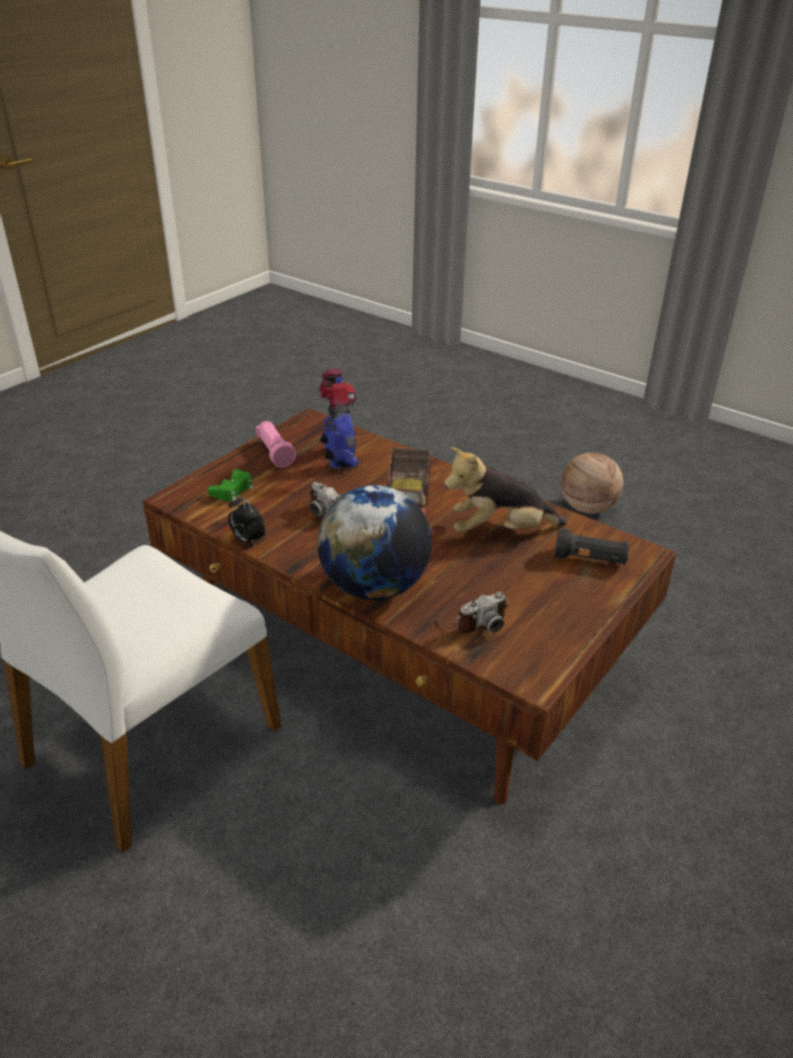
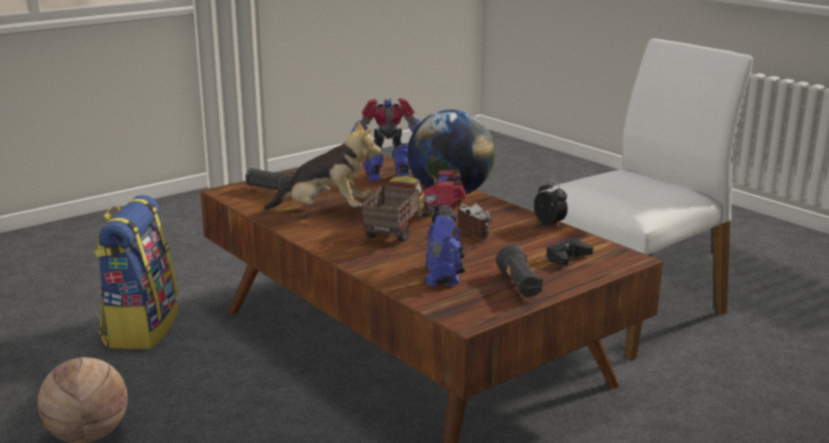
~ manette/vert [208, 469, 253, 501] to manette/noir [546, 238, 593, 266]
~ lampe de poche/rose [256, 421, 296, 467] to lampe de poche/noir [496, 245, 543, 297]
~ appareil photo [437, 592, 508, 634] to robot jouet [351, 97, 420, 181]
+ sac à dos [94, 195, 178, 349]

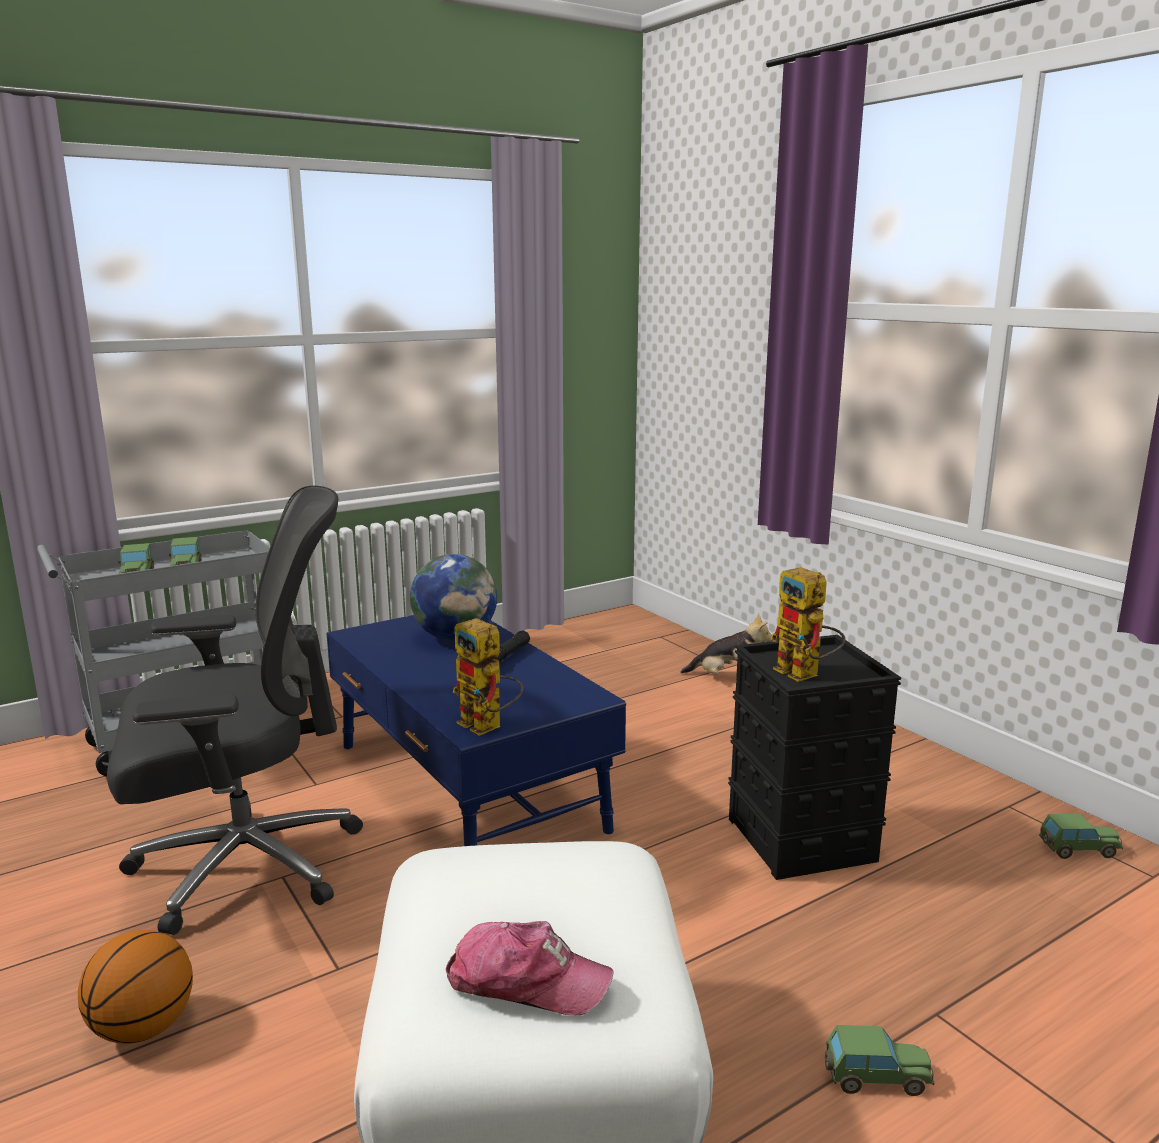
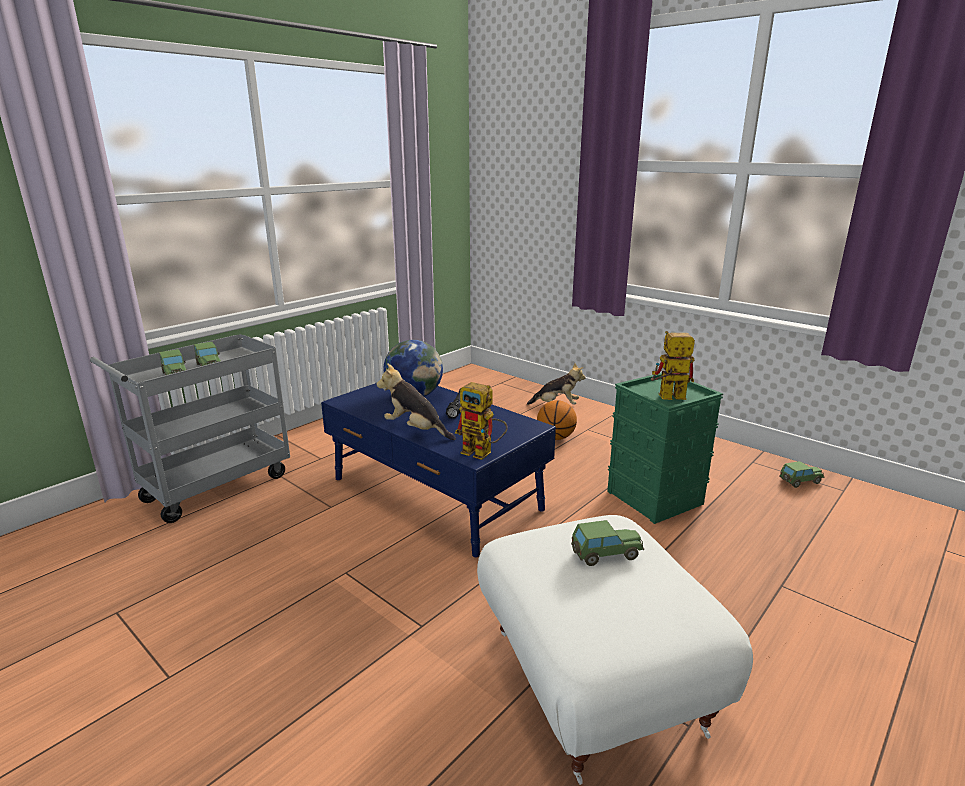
~ ballon de basket [78, 930, 193, 1044] to [537, 400, 577, 440]
- chaise de bureau [107, 485, 363, 935]
- casquette [446, 921, 614, 1015]
~ boîte de rangement/noir [728, 635, 901, 880] to boîte de rangement/vert [607, 373, 723, 524]
~ robot jouet [770, 567, 846, 682] = [651, 331, 695, 400] 135 degrees clockwise
~ petite voiture [825, 1025, 934, 1096] to [571, 520, 644, 566]
+ peluche [376, 363, 456, 440]

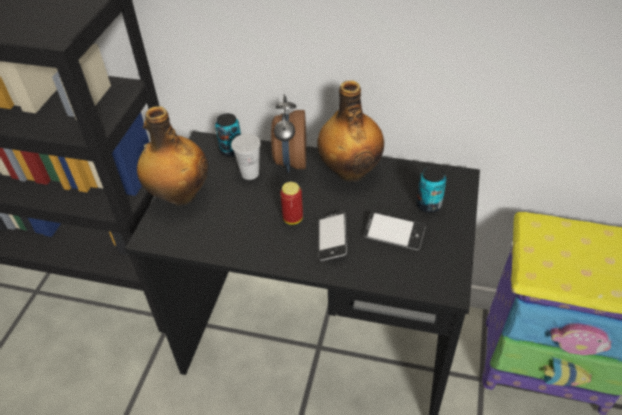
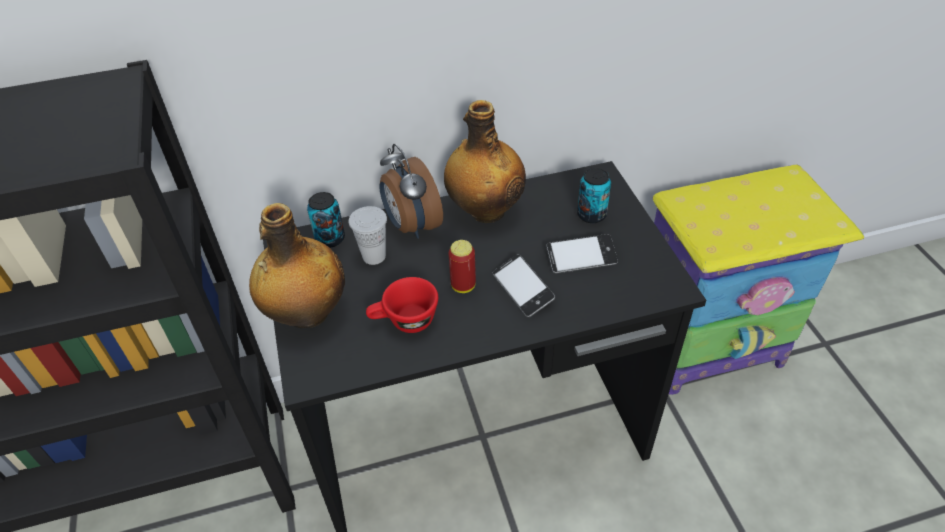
+ tasse/rouge [366, 277, 438, 333]

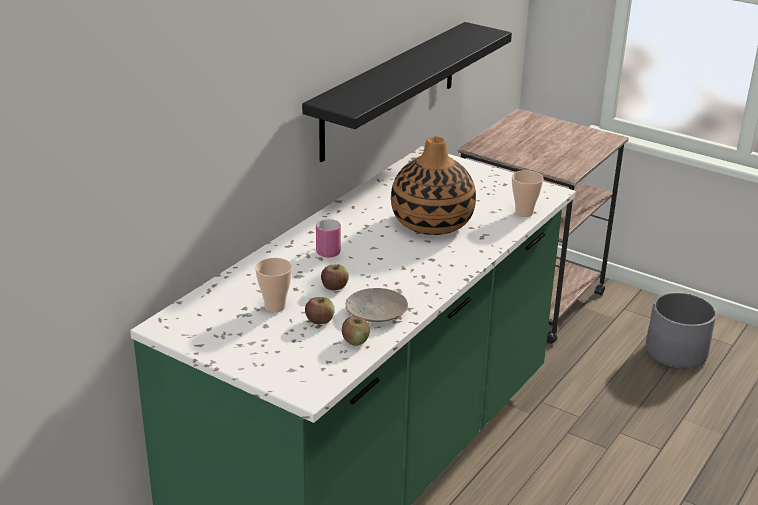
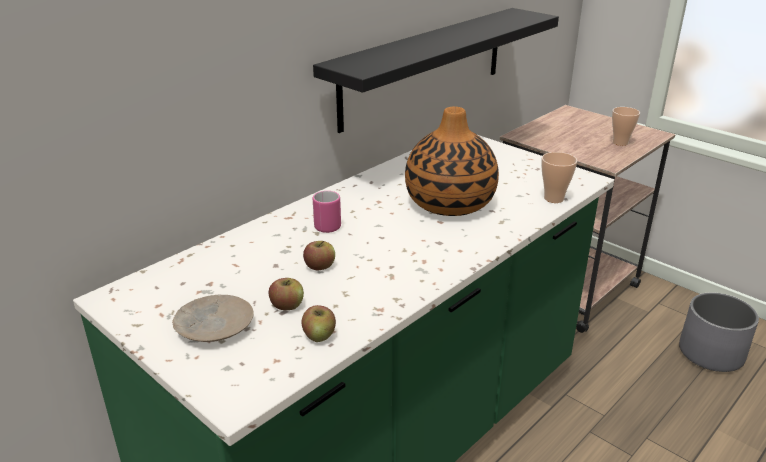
~ tasse [255, 258, 292, 312] to [612, 107, 640, 146]
~ assiette/beige [346, 288, 408, 322] to [172, 295, 254, 342]

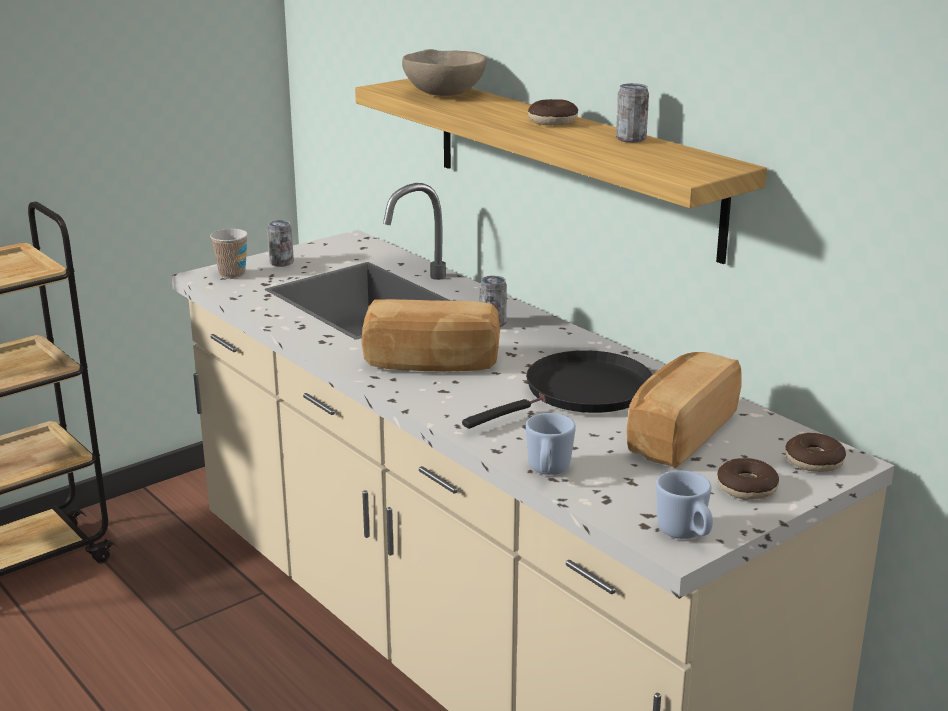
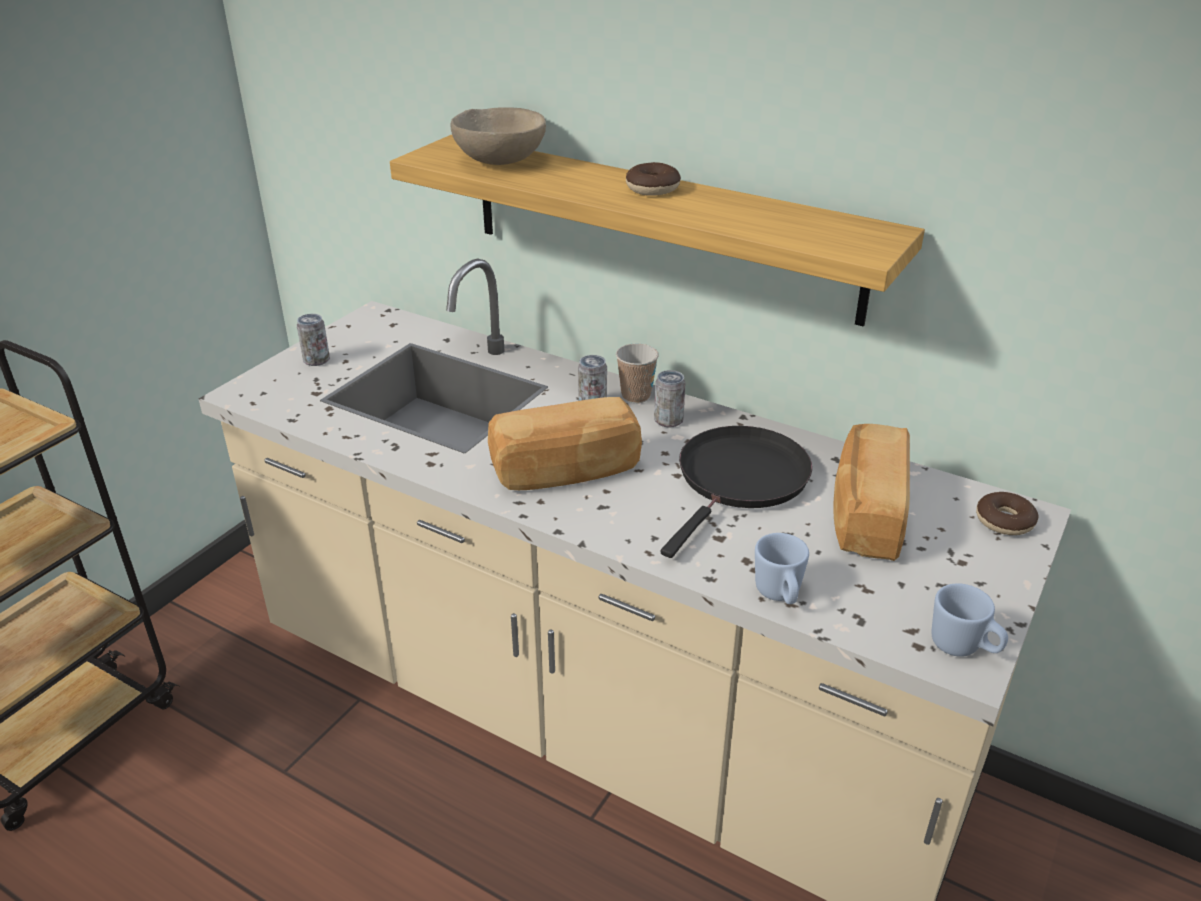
~ tasse [210, 229, 248, 279] to [616, 344, 659, 403]
~ boîte métallique [616, 83, 649, 143] to [654, 370, 685, 428]
- beignet [717, 458, 779, 500]

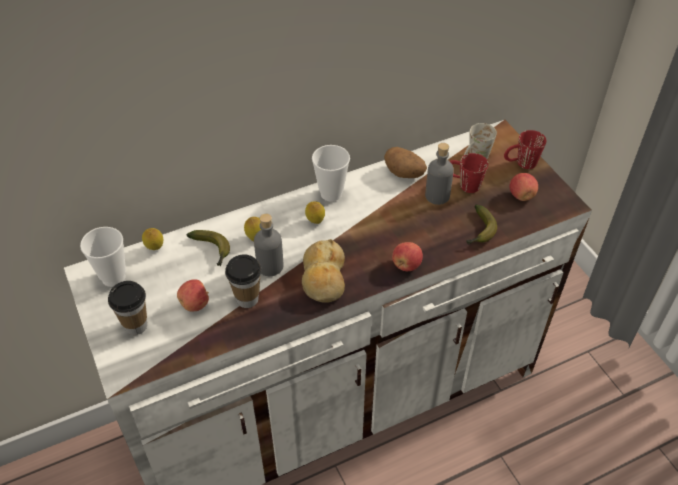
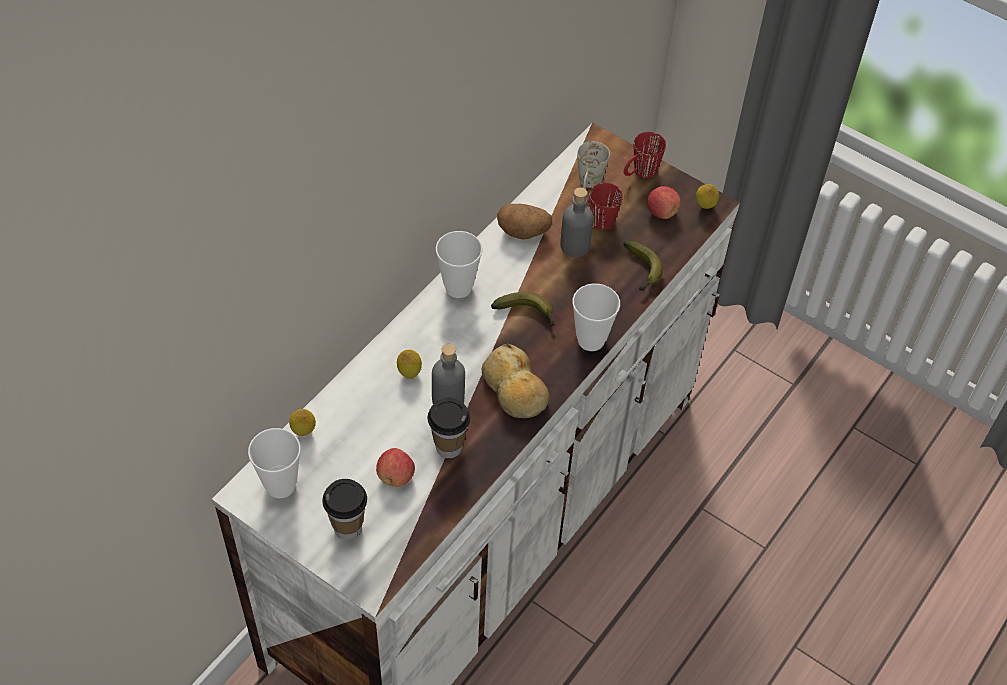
~ banane [187, 230, 230, 267] to [491, 292, 555, 326]
~ citron [305, 201, 325, 224] to [696, 184, 719, 209]
~ pomme [392, 242, 423, 271] to tasse [572, 283, 620, 351]

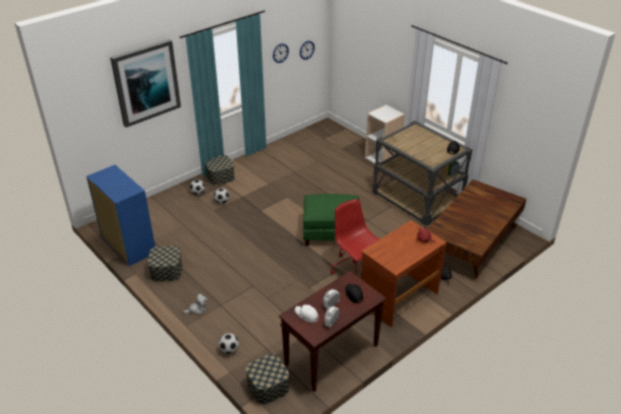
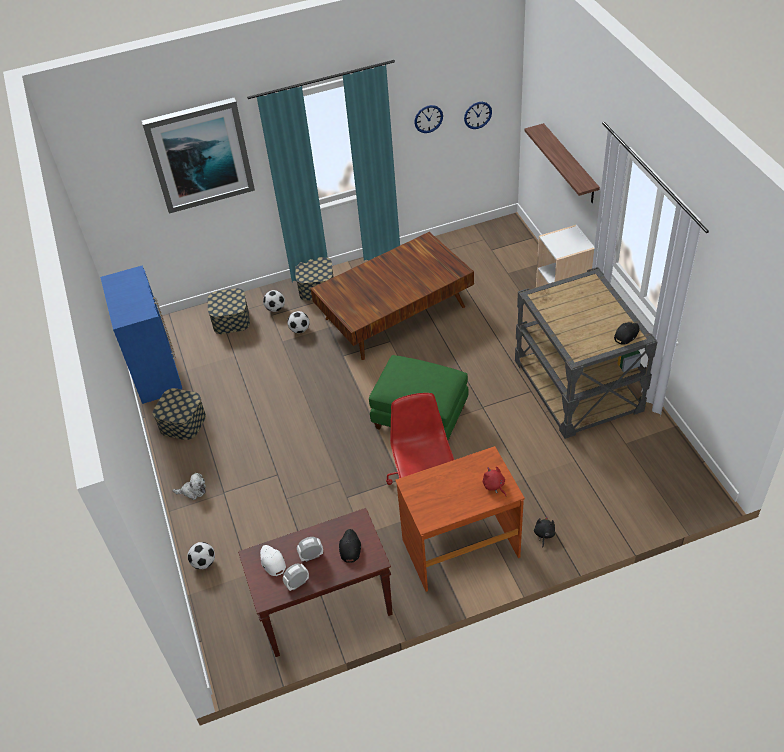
~ boîte de rangement [246, 354, 289, 404] to [208, 288, 250, 334]
~ table basse/marron [427, 179, 526, 279] to [310, 232, 474, 360]
+ étagère [525, 123, 600, 203]

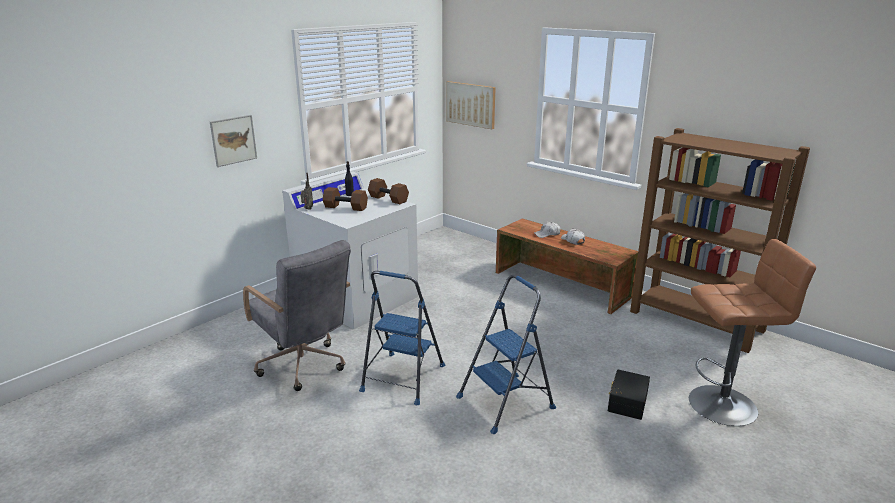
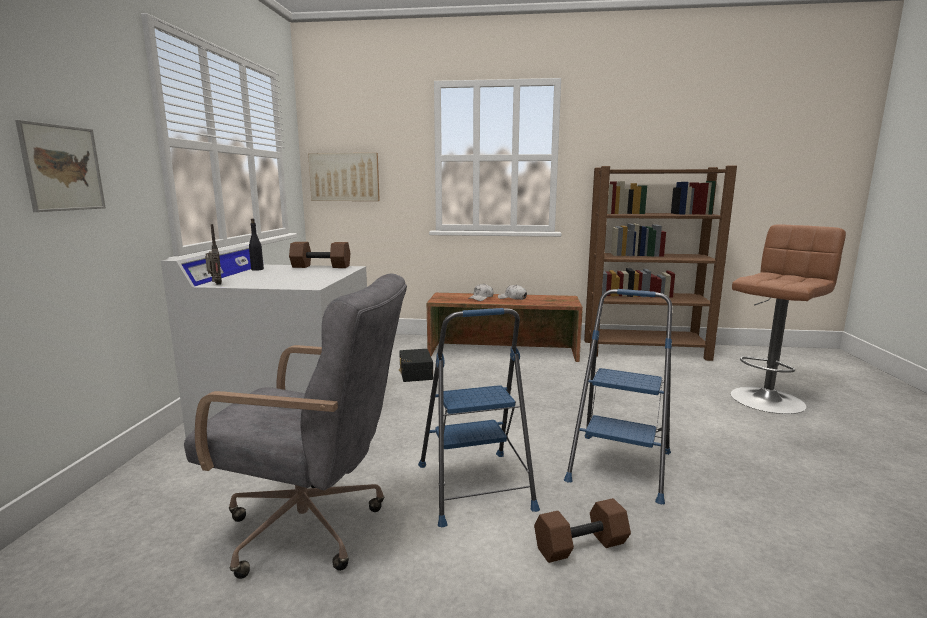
~ haltère/marron [323, 187, 368, 211] to [534, 498, 631, 563]
~ boîte de rangement/noir [608, 370, 650, 420] to [399, 349, 433, 382]

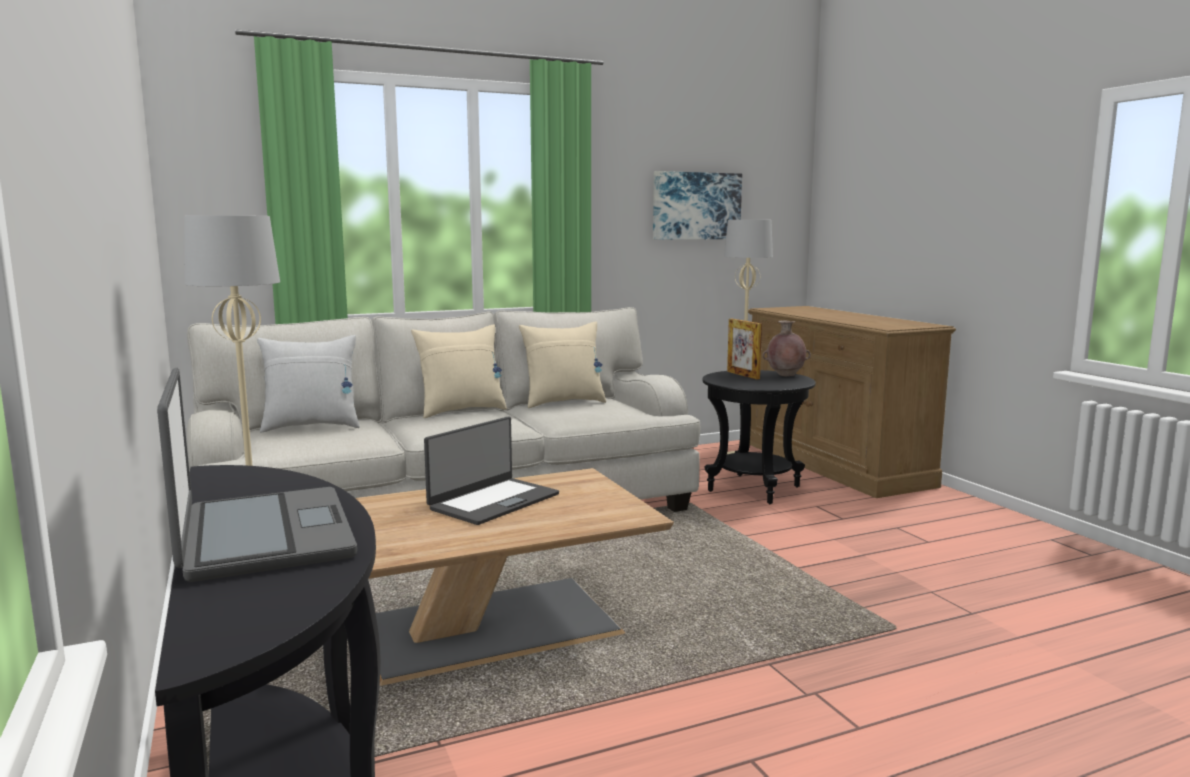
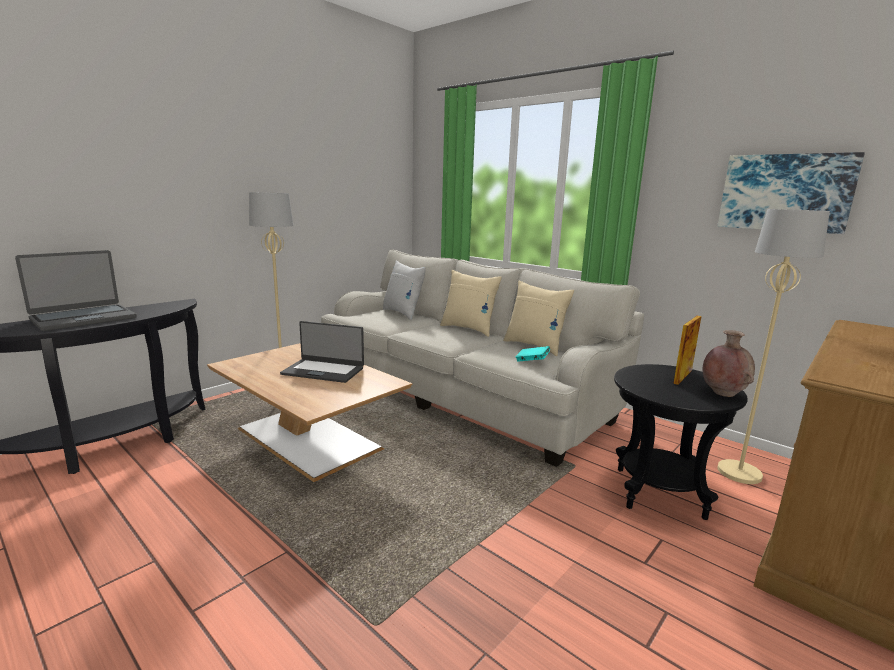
+ livre/turquoise [516, 346, 550, 362]

